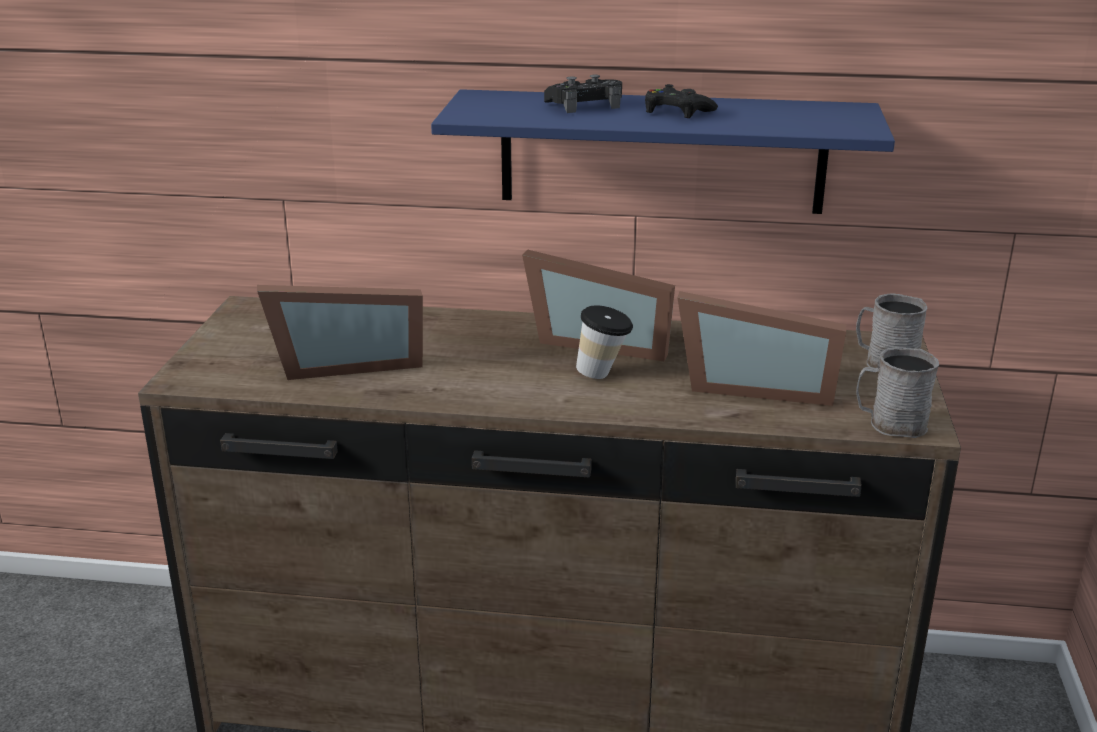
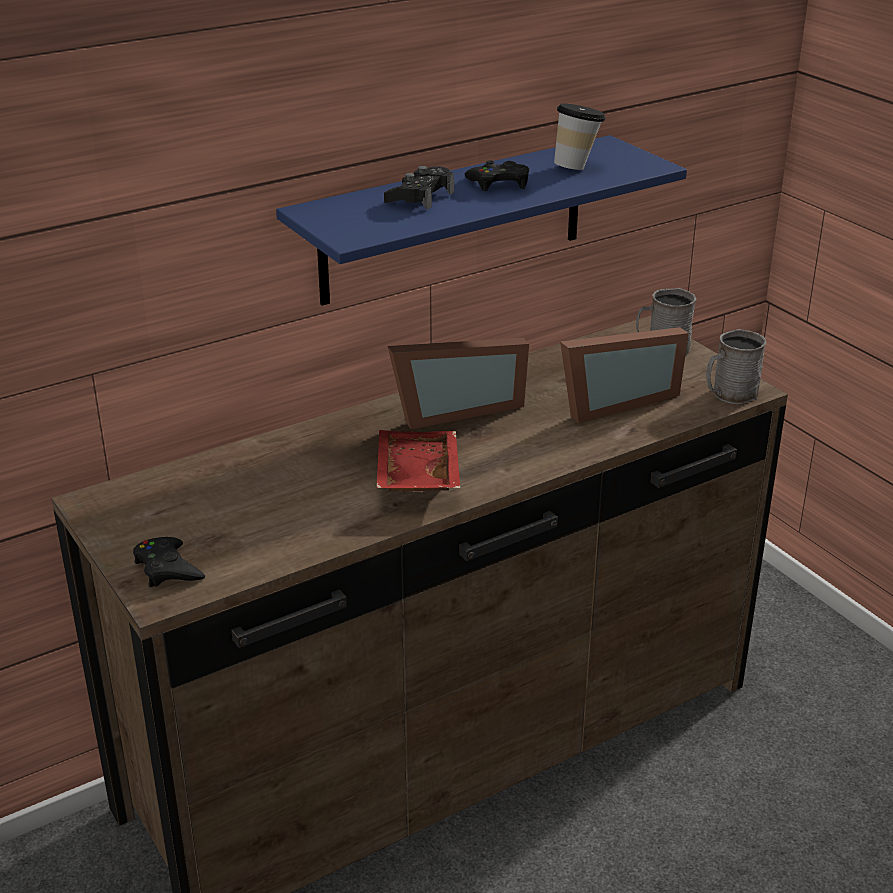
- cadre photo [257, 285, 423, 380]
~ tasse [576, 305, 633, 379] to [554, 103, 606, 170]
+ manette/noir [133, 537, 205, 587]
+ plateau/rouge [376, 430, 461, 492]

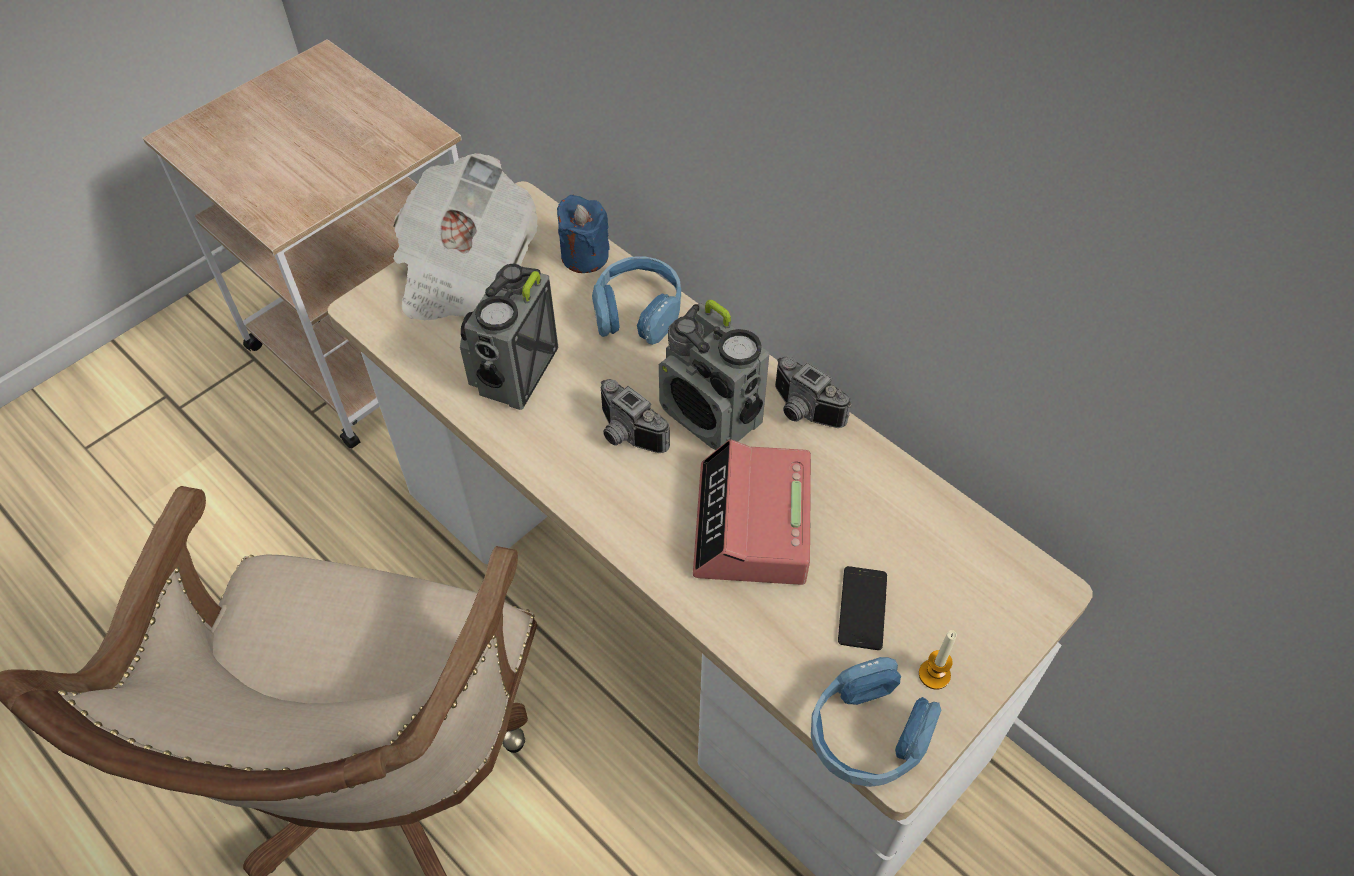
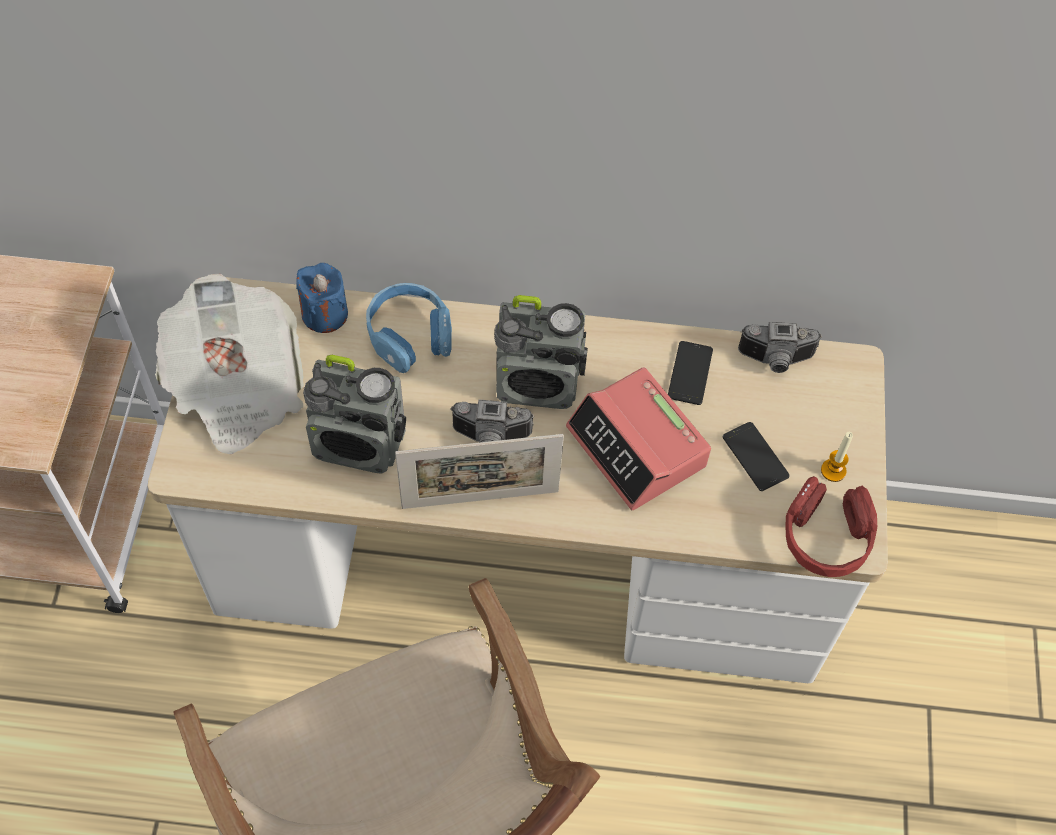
~ radio [460, 263, 559, 410] = [303, 355, 406, 474] 60 degrees counterclockwise
~ appareil photo [775, 357, 851, 428] to [738, 321, 822, 373]
~ casque audio/bleu [811, 657, 941, 787] to casque audio/rouge [786, 476, 877, 577]
+ cadre photo [395, 434, 564, 509]
+ téléphone [668, 341, 713, 405]

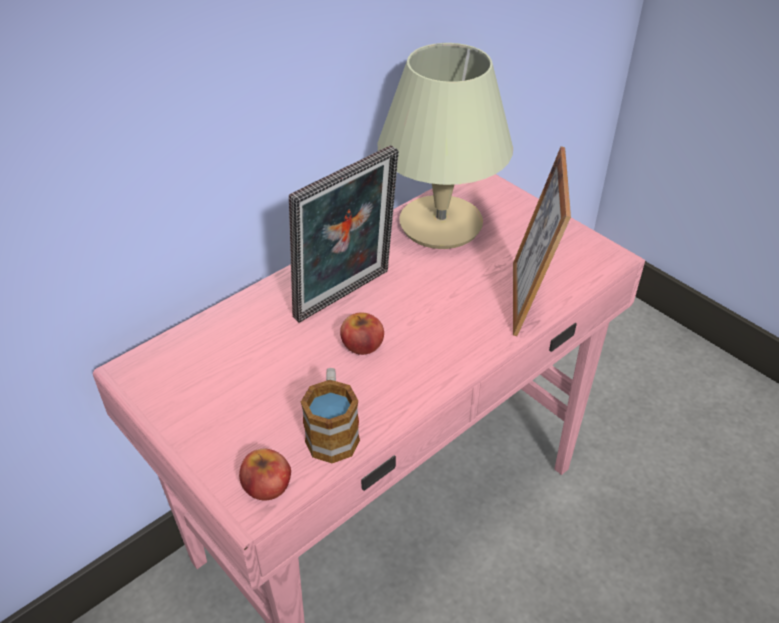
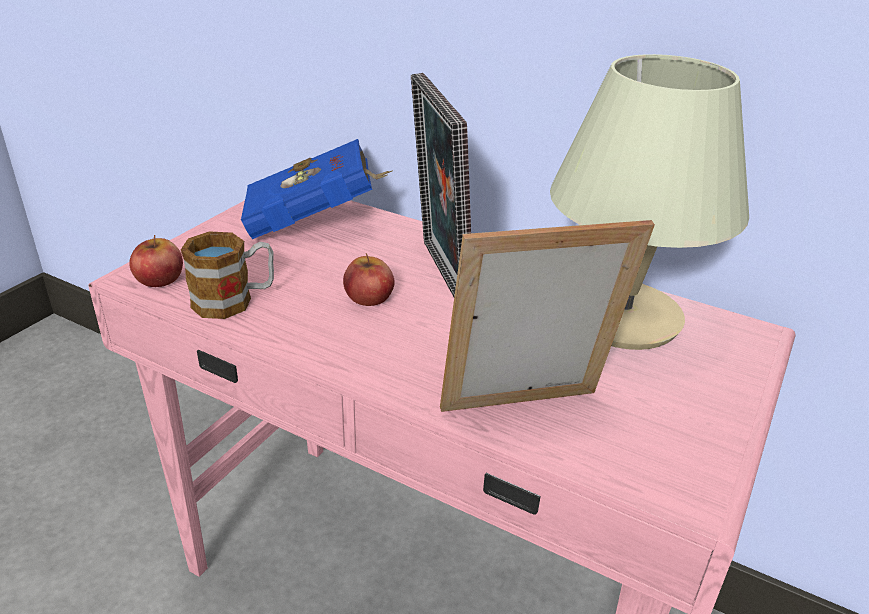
~ cadre photo [289, 145, 399, 323] = [411, 73, 471, 297] 45 degrees clockwise
+ livre/bleu [241, 139, 393, 239]

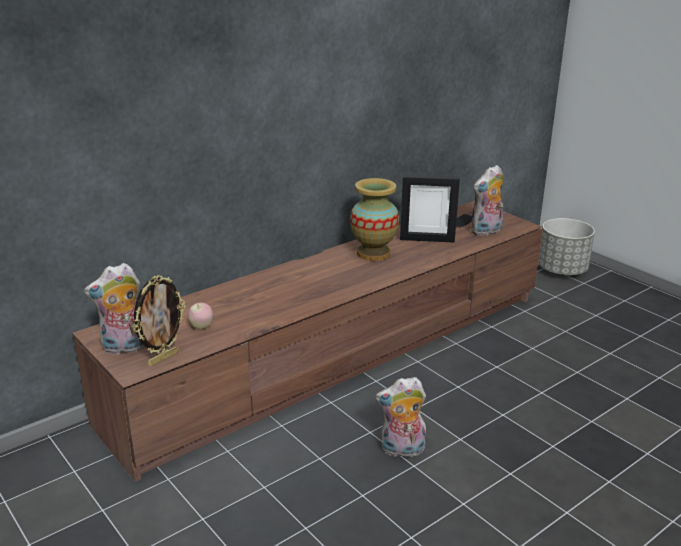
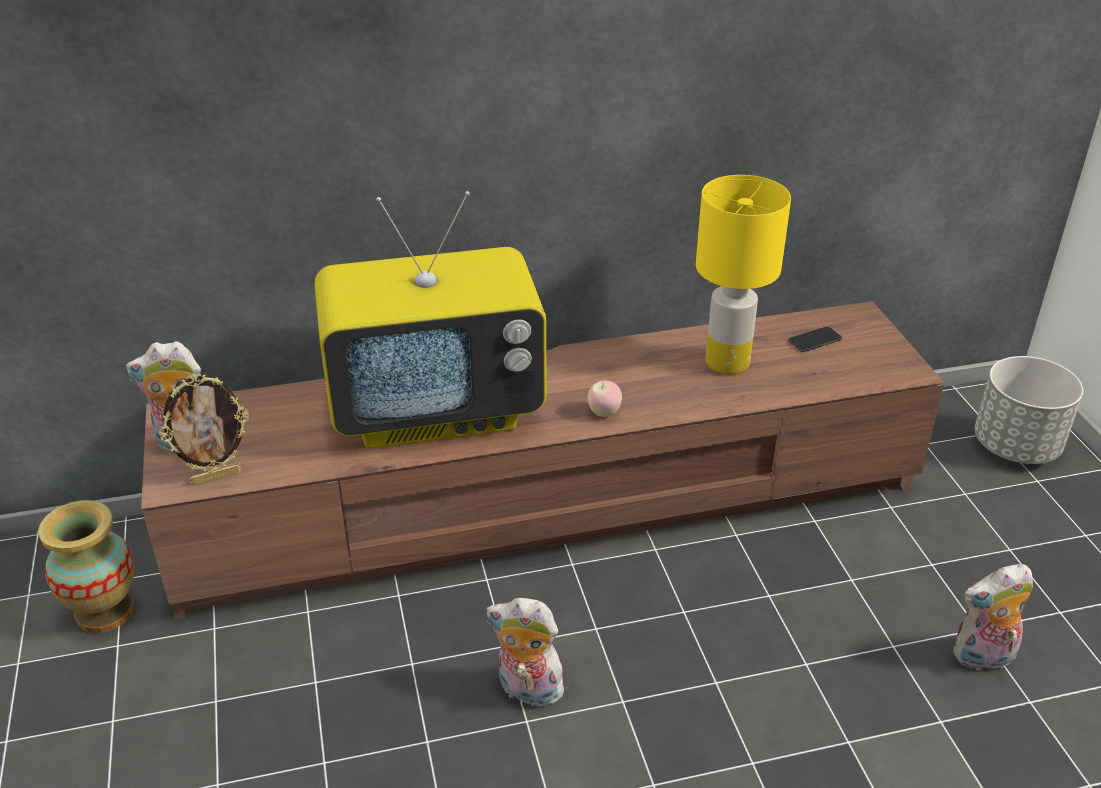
~ pomme [188, 303, 213, 329] to [587, 380, 622, 417]
~ vase [350, 178, 399, 261] to [38, 500, 134, 633]
~ cadre photo [400, 175, 460, 243] to lampe de table/jaune [696, 175, 791, 374]
~ peluche [471, 165, 503, 236] to [953, 564, 1033, 672]
+ téléviseur [315, 191, 546, 448]

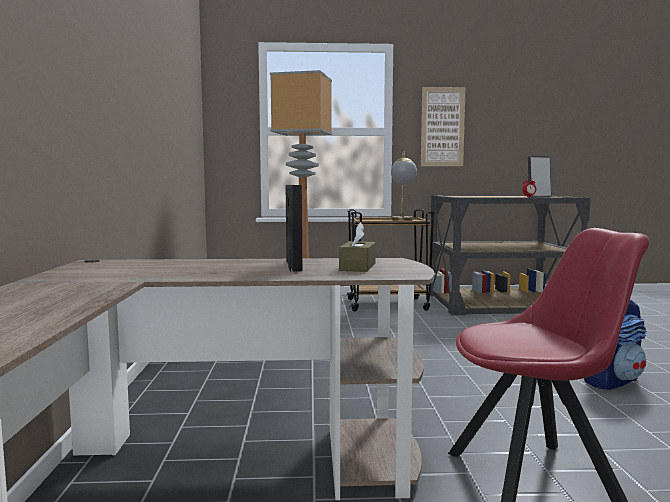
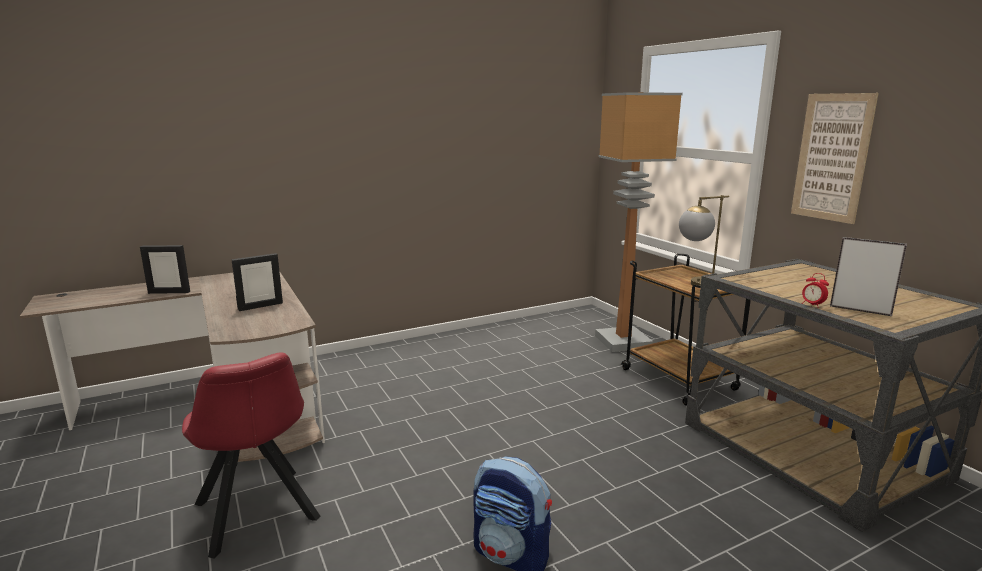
- boîte à mouchoirs/marron [339, 222, 376, 272]
+ cadre photo [140, 245, 190, 294]

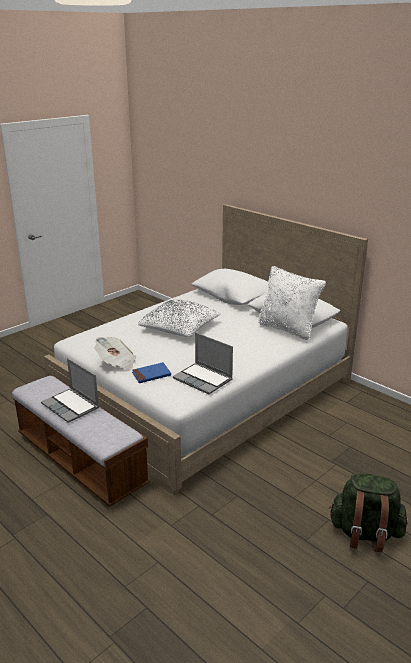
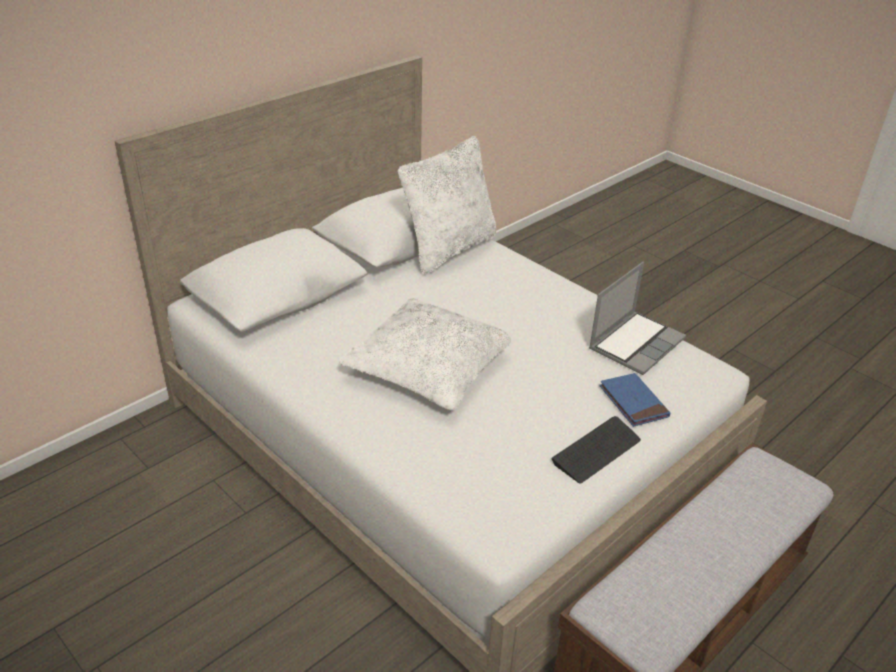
- ordinateur portable [41, 358, 99, 423]
~ journal [94, 337, 136, 370] to clavier [551, 416, 641, 484]
- sac à dos/vert [329, 474, 408, 552]

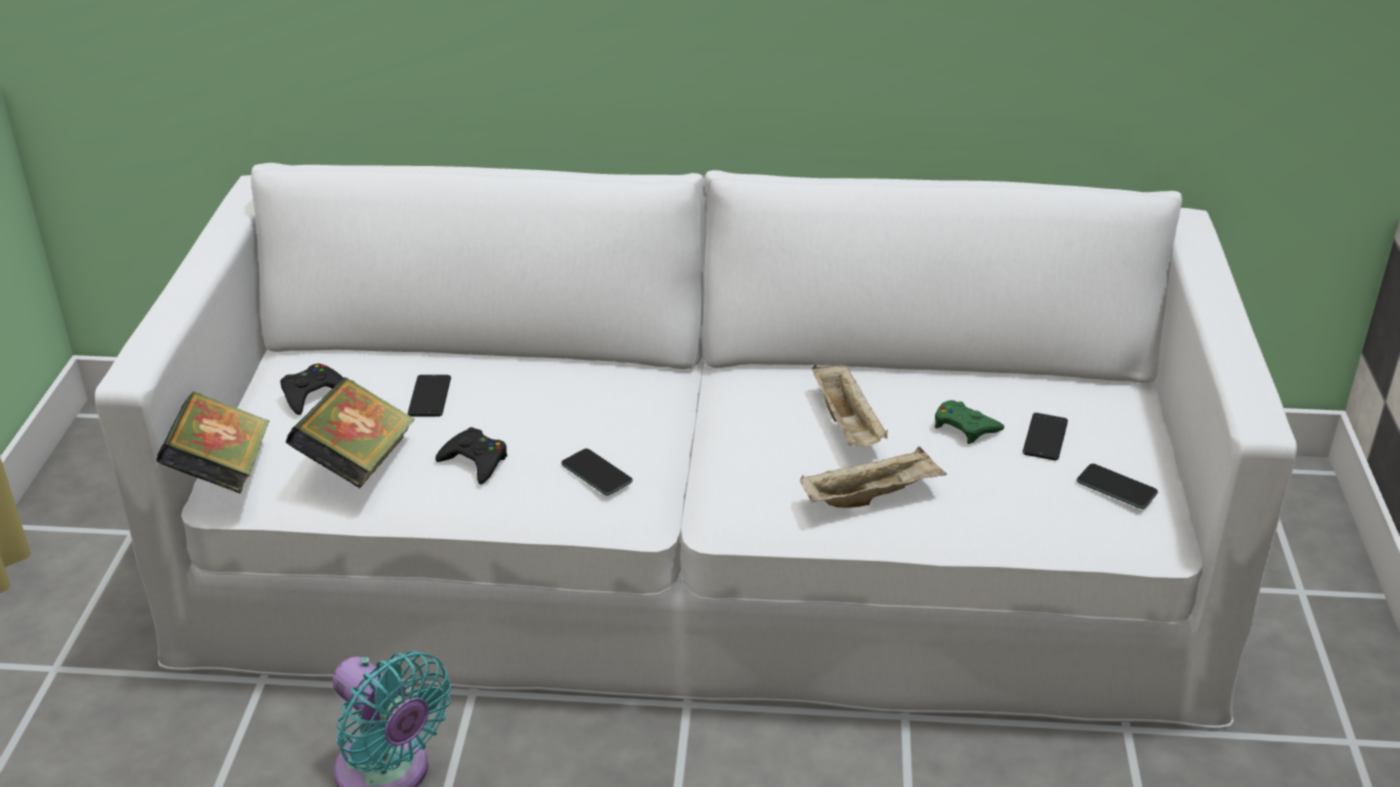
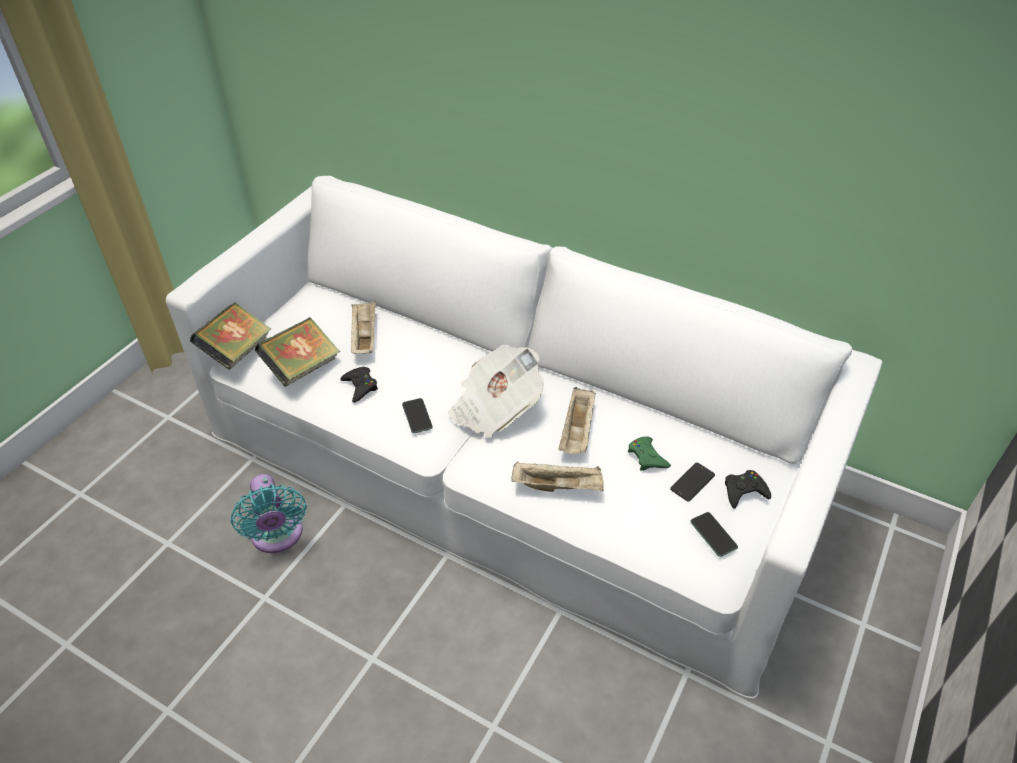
~ manette/noir [280, 364, 343, 415] to [725, 470, 771, 508]
~ téléphone [408, 375, 451, 417] to plateau/beige [351, 301, 376, 354]
+ journal [449, 344, 544, 438]

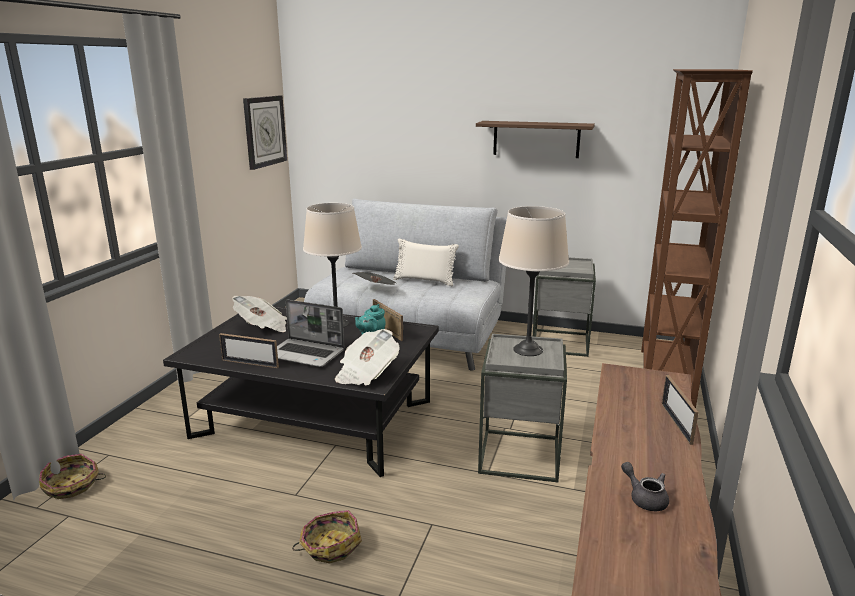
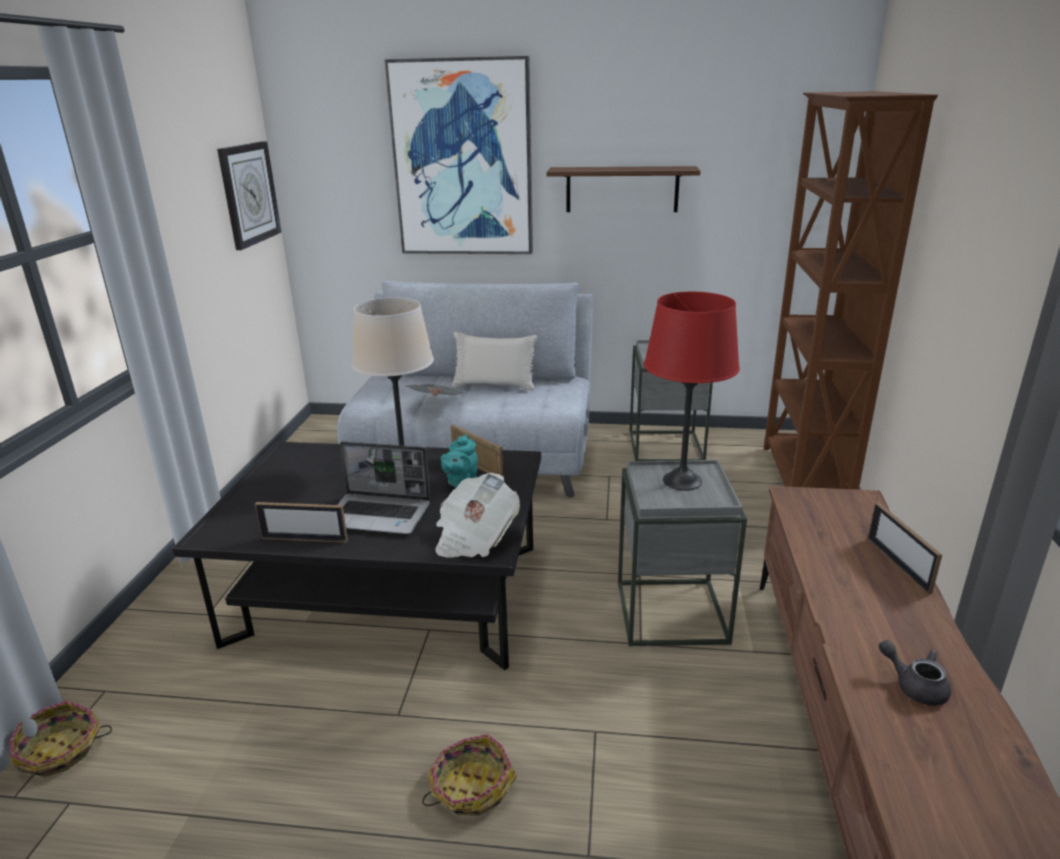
- journal [232, 296, 287, 332]
~ lampe de table/beige [498, 206, 569, 356] to lampe de table/rouge [644, 292, 740, 491]
+ tableau [385, 56, 533, 254]

